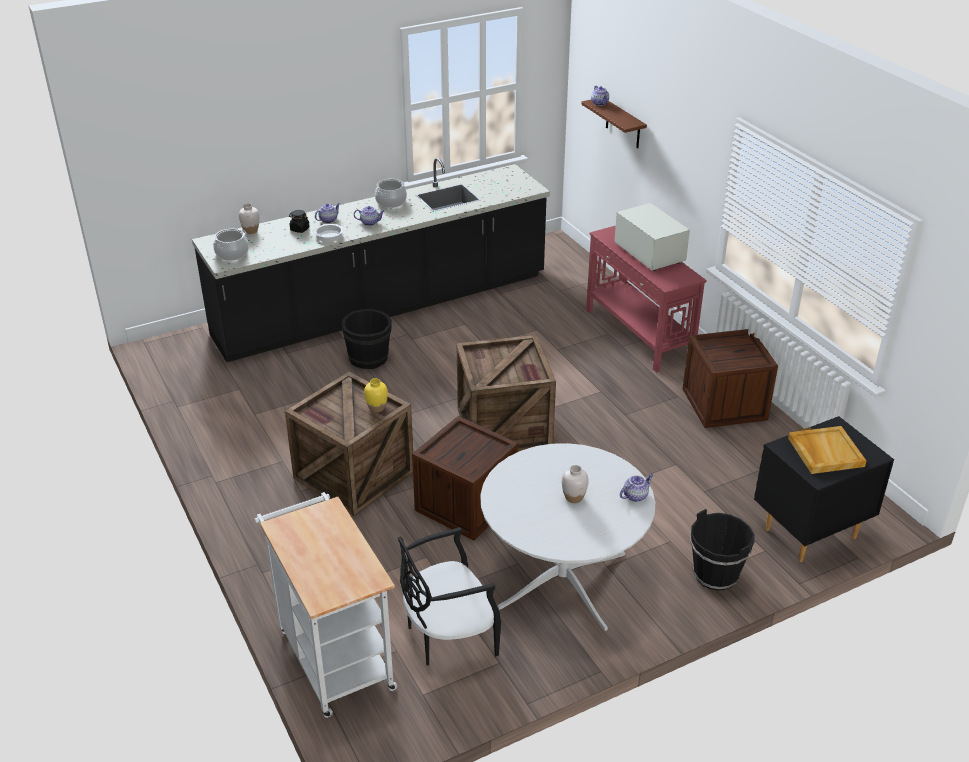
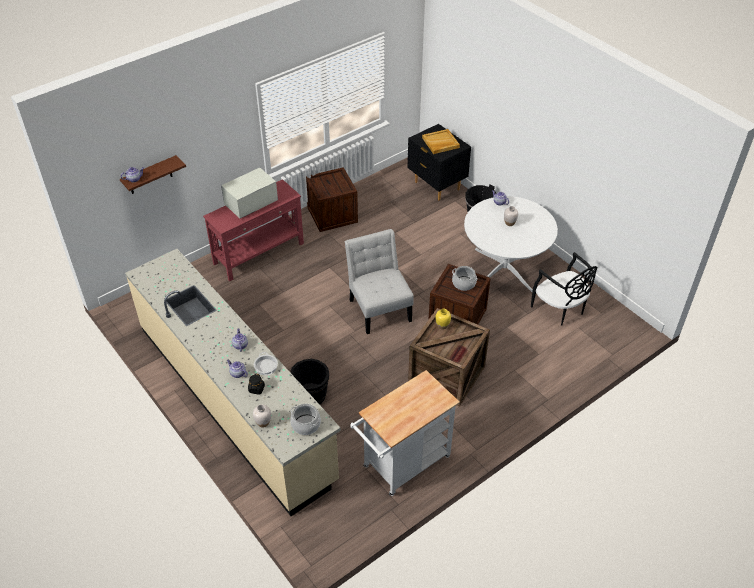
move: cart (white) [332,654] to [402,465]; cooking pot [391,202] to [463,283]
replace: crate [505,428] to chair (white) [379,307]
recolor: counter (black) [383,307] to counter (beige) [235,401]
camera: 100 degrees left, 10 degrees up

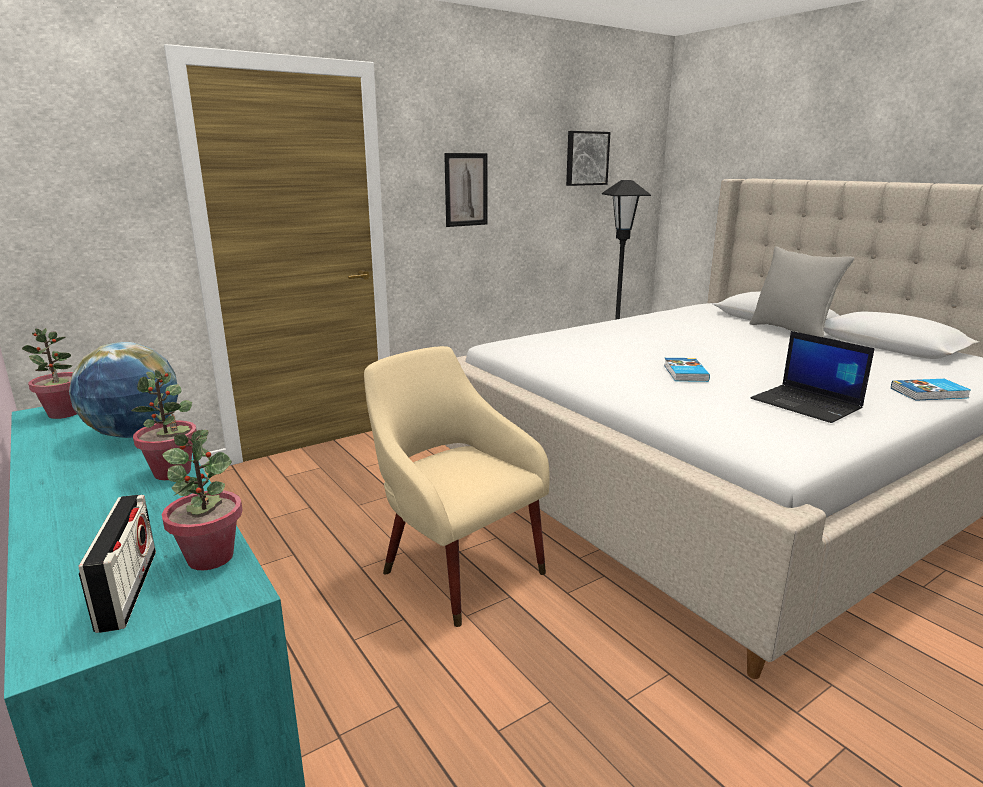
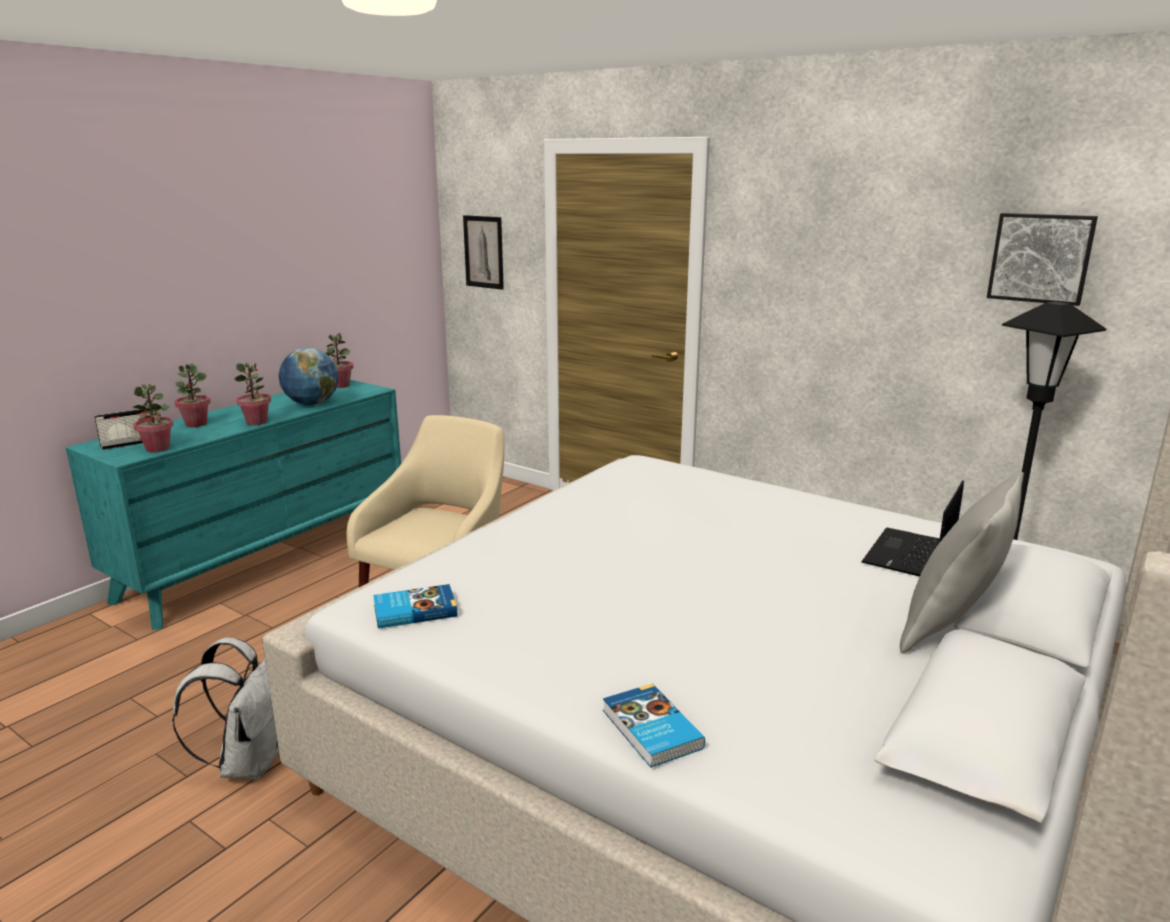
insert: backpack (white) [249,761]; potted plant [196,424]
move: book [684,373] to [414,610]; picture [466,190] to [484,252]; laptop [807,404] to [910,555]
camera: 70 degrees right, 0 degrees up

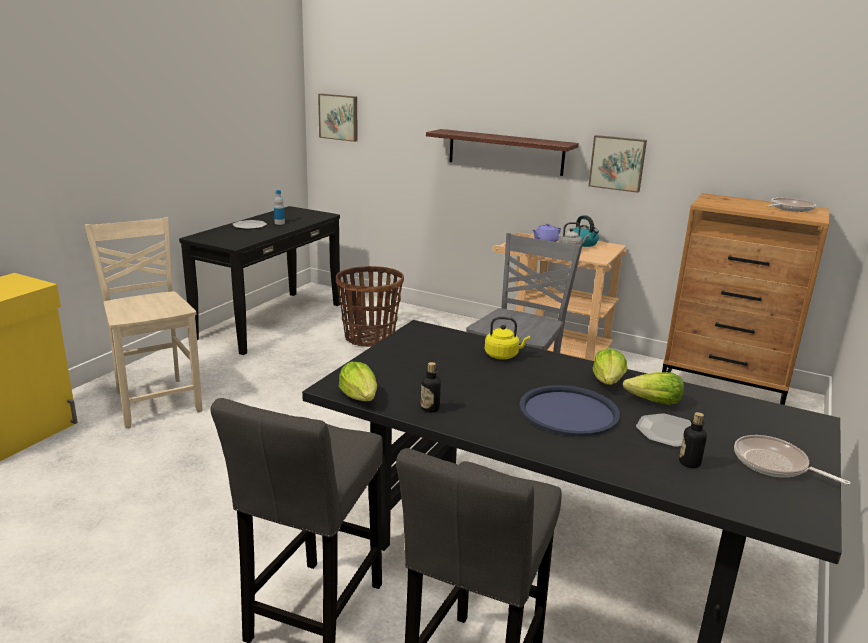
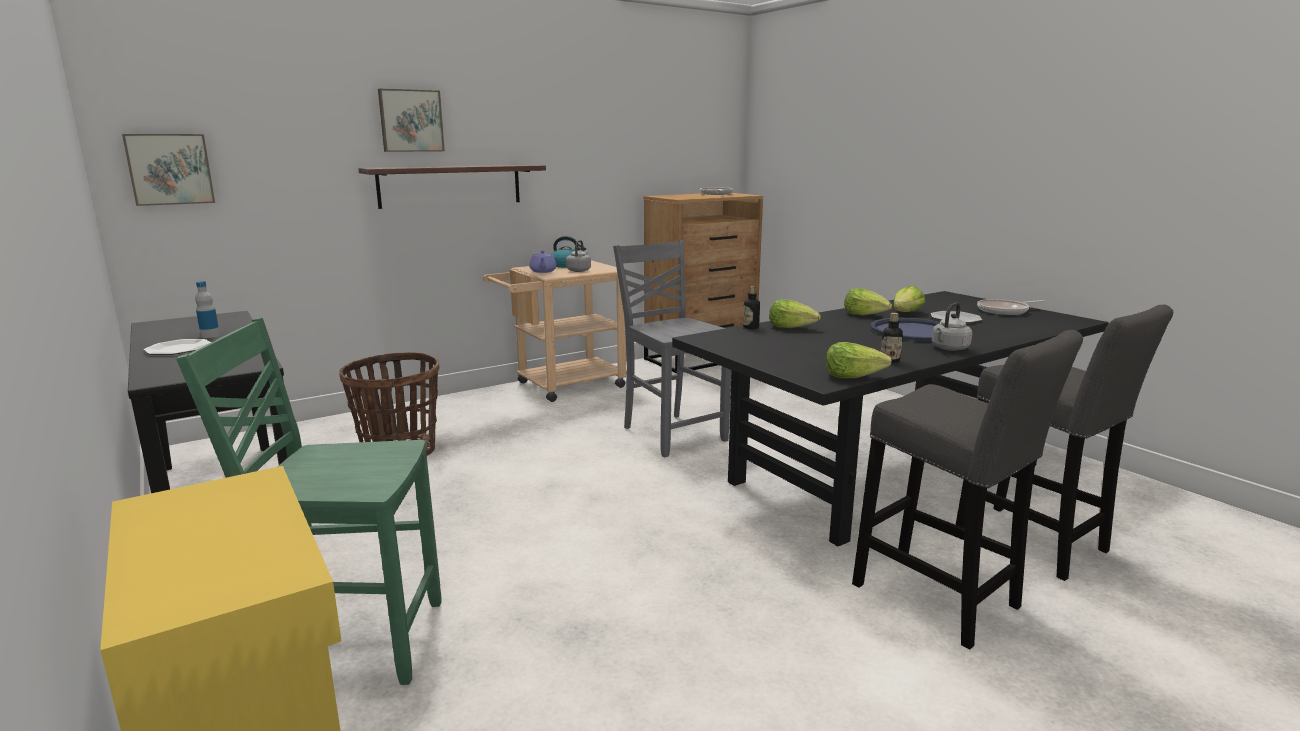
insert: kettle (grey) [949,348]
move: picture [617,163] to [411,121]; bottle [689,463] to [751,327]
replace: kettle (yellow) [503,355] to lettuce [791,327]
recolor: chair (beige) [157,401] to chair (green) [351,640]
camera: 60 degrees left, 5 degrees down

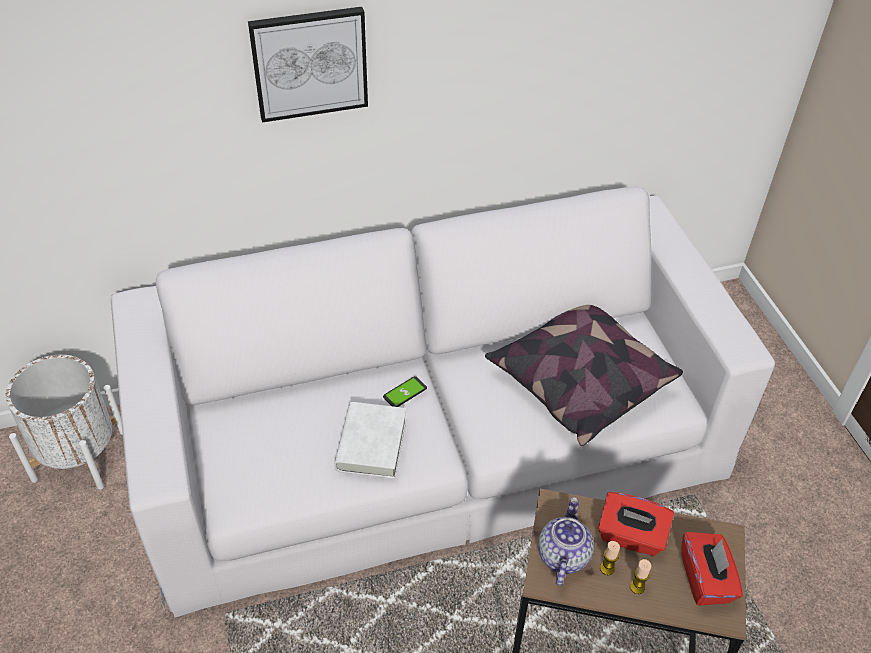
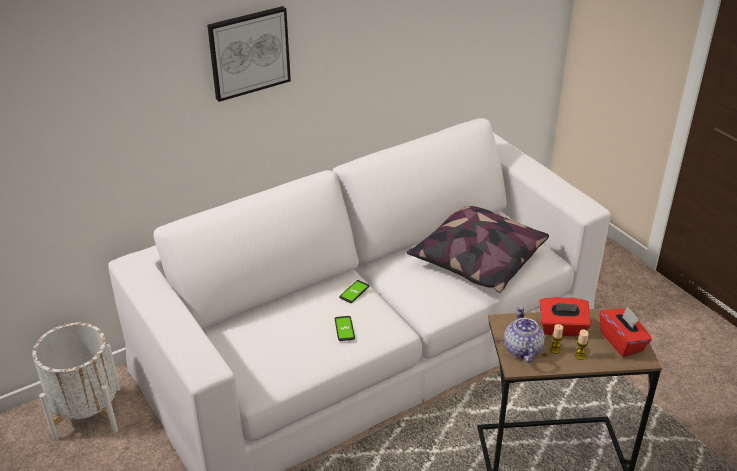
replace: book (white) [371,444] to phone [344,329]
camera: 15 degrees left, 10 degrees down

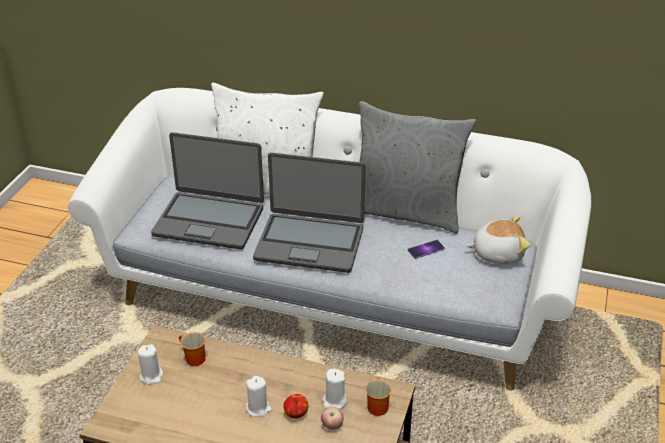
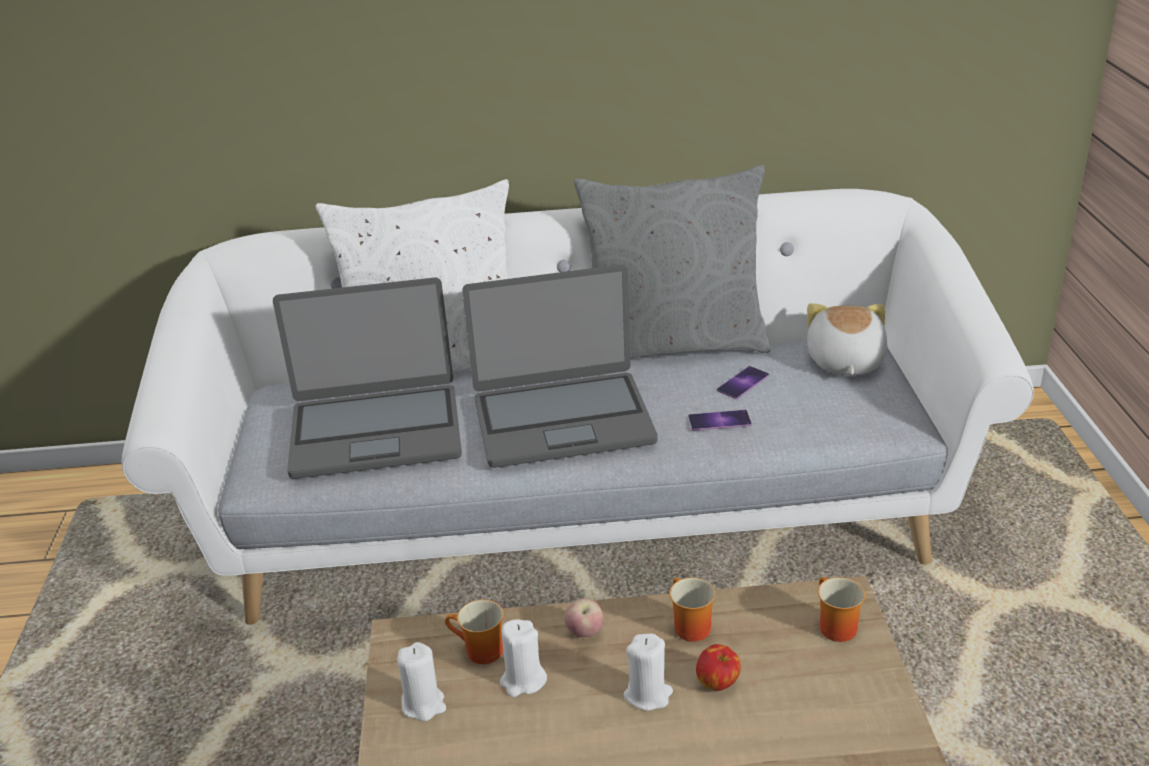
insert: mug [687,627]; phone [719,421]
move: candle (white) [334,401] to [523,680]; apple [332,426] to [585,633]
rotate: plush toy [497,253] = [844,362] 60 degrees counterclockwise
camera: 20 degrees left, 5 degrees down

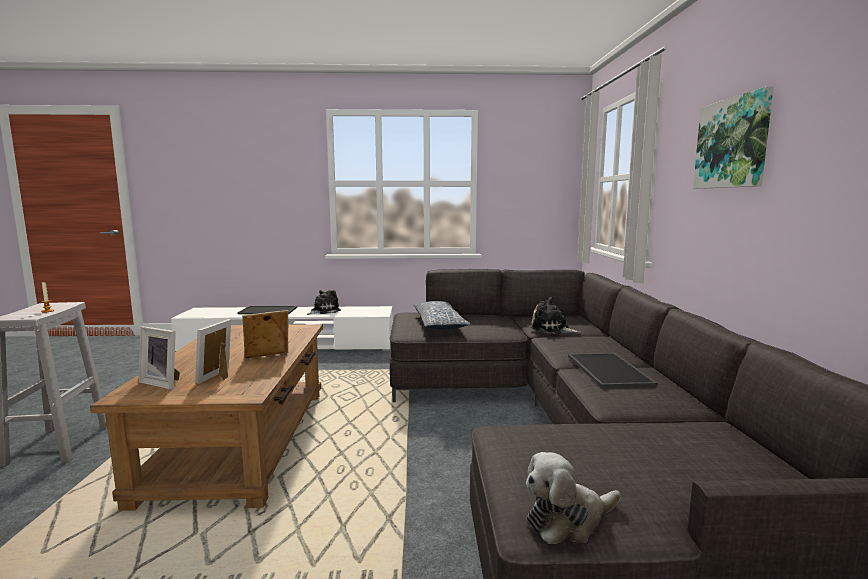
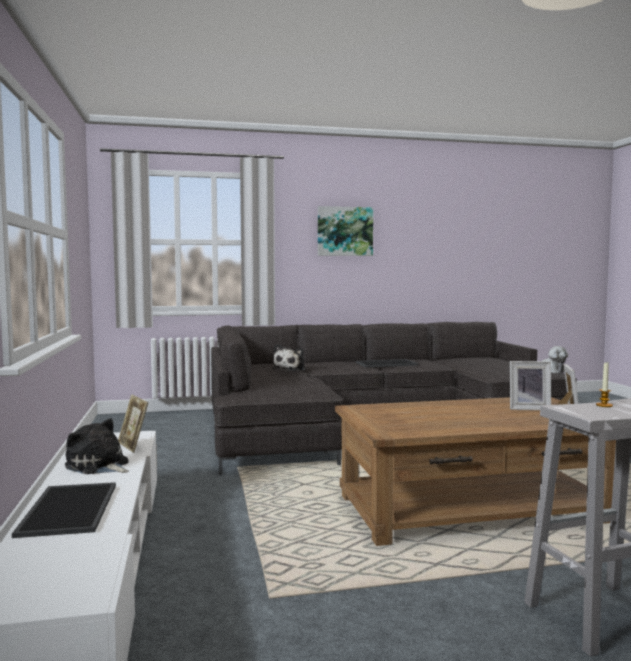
delete: pillow [439,324]
move: picture frame [267,357] to [133,446]
camera: 100 degrees left, 5 degrees down

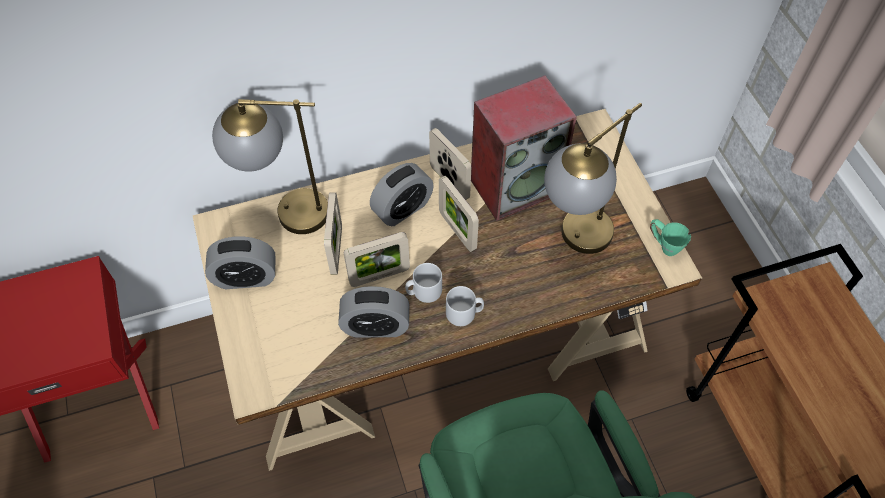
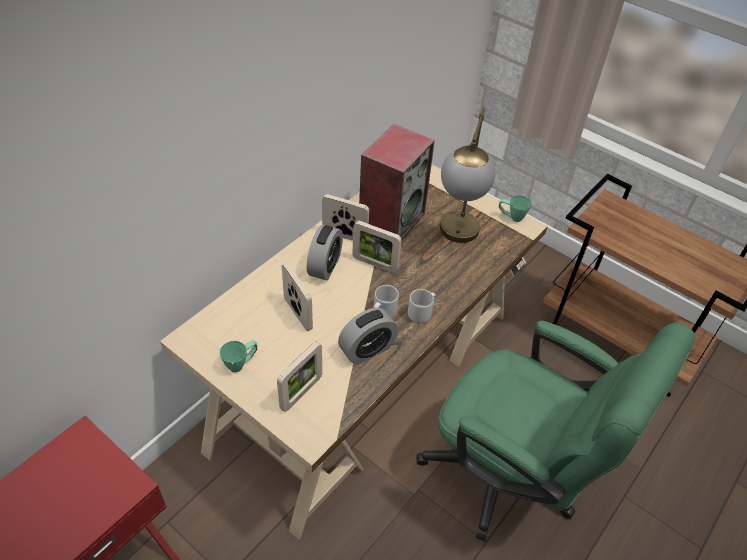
delete: table lamp [284,213]
move: picture frame [379,276] to [301,393]
replace: alarm clock [246,277] to mug (green) [241,364]
camera: 35 degrees left, 10 degrees down

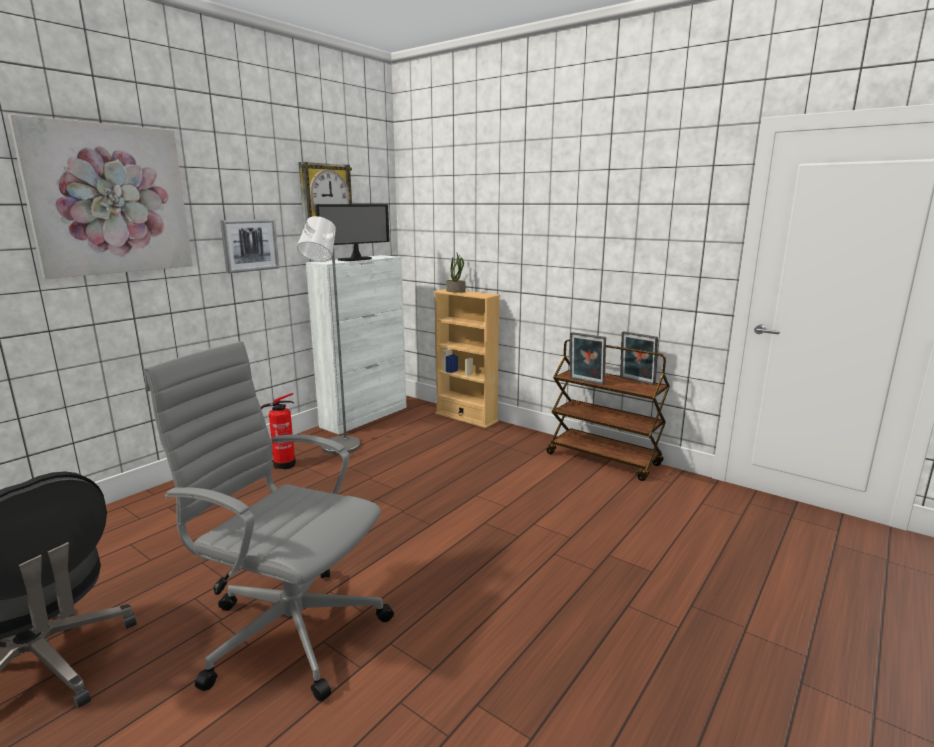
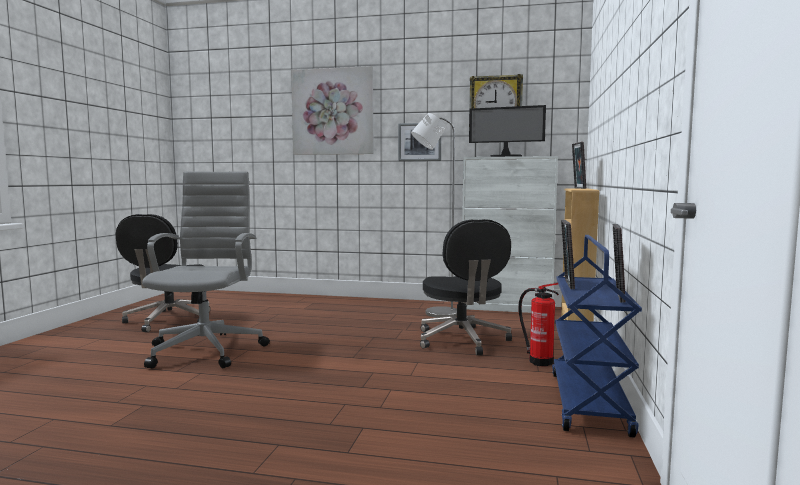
insert: office chair (black) [462,340]
move: fire extinguisher [282,465] to [539,361]
replace: potted plant [456,291] to picture frame [578,188]
recolor: cart (brown) [604,459] to cart (blue) [589,403]
camera: 65 degrees right, 10 degrees down

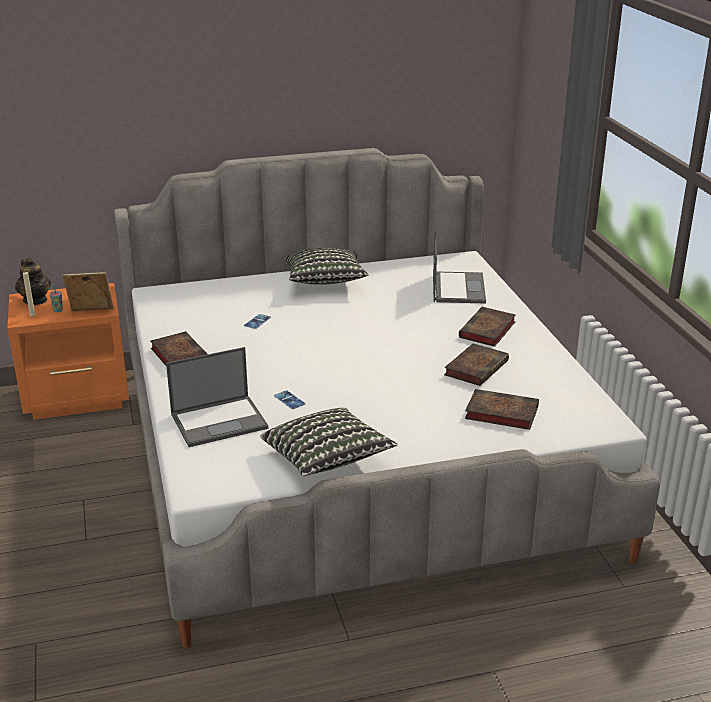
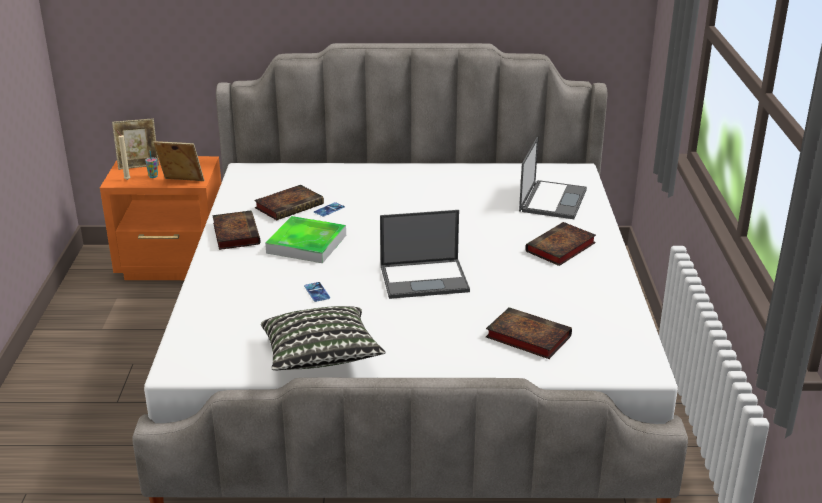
delete: pillow [325,282]
insert: tray [306,244]
move: book [476,367] to [290,206]; laptop [220,421] to [425,279]
replace: teapot [35,300] to picture frame [138,164]
camera: 15 degrees right, 0 degrees up

